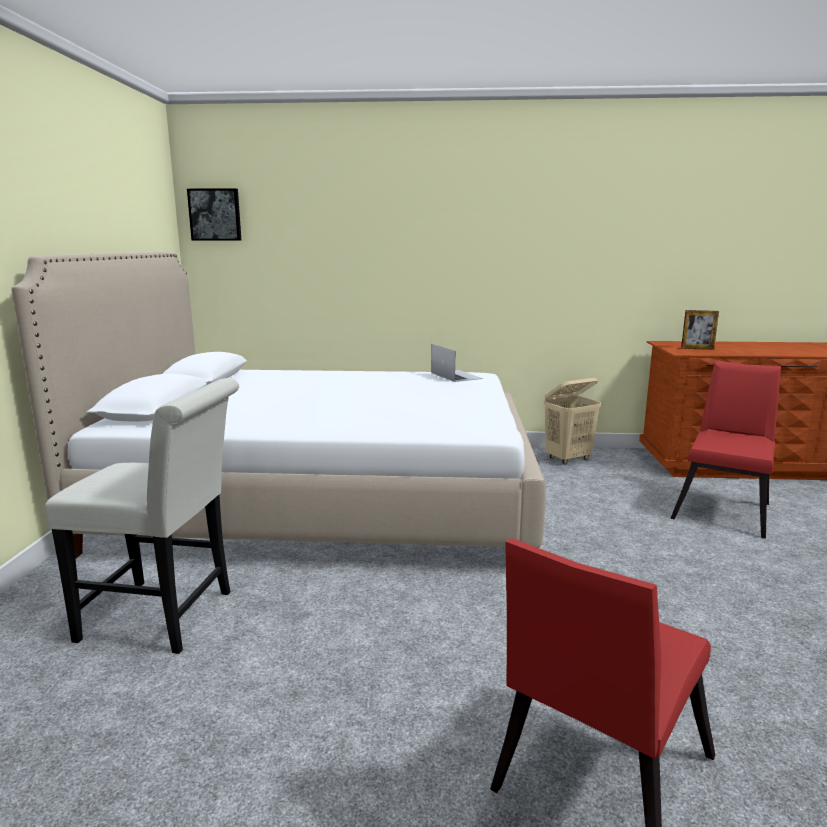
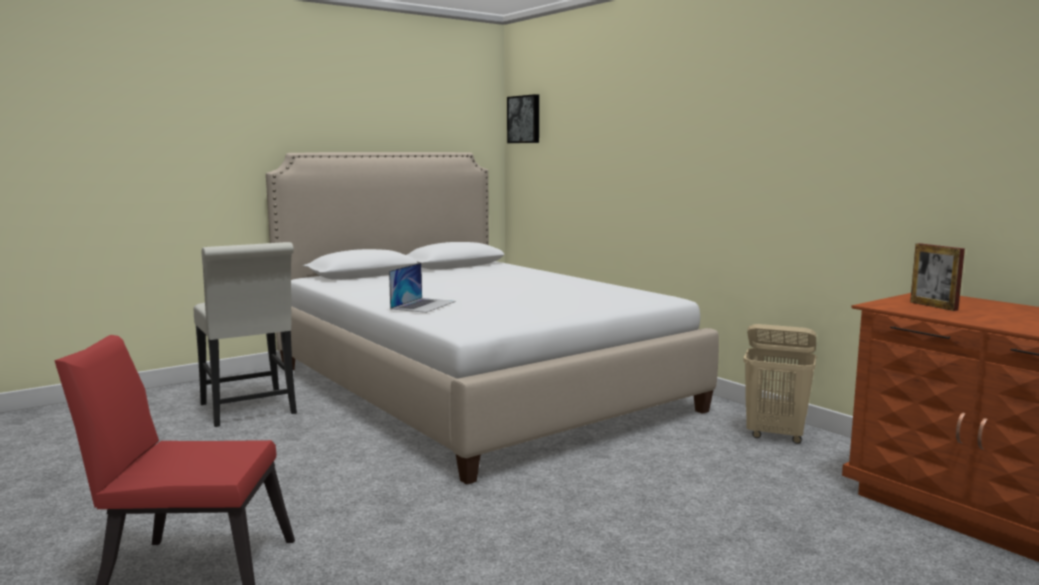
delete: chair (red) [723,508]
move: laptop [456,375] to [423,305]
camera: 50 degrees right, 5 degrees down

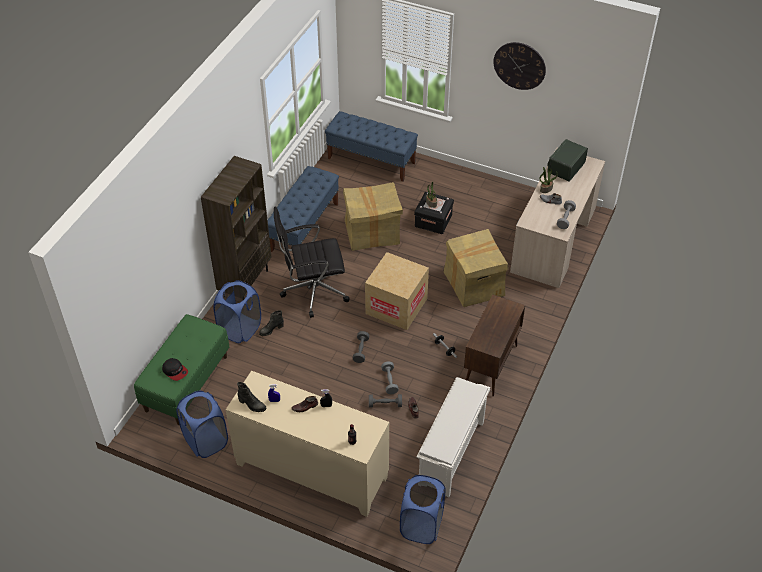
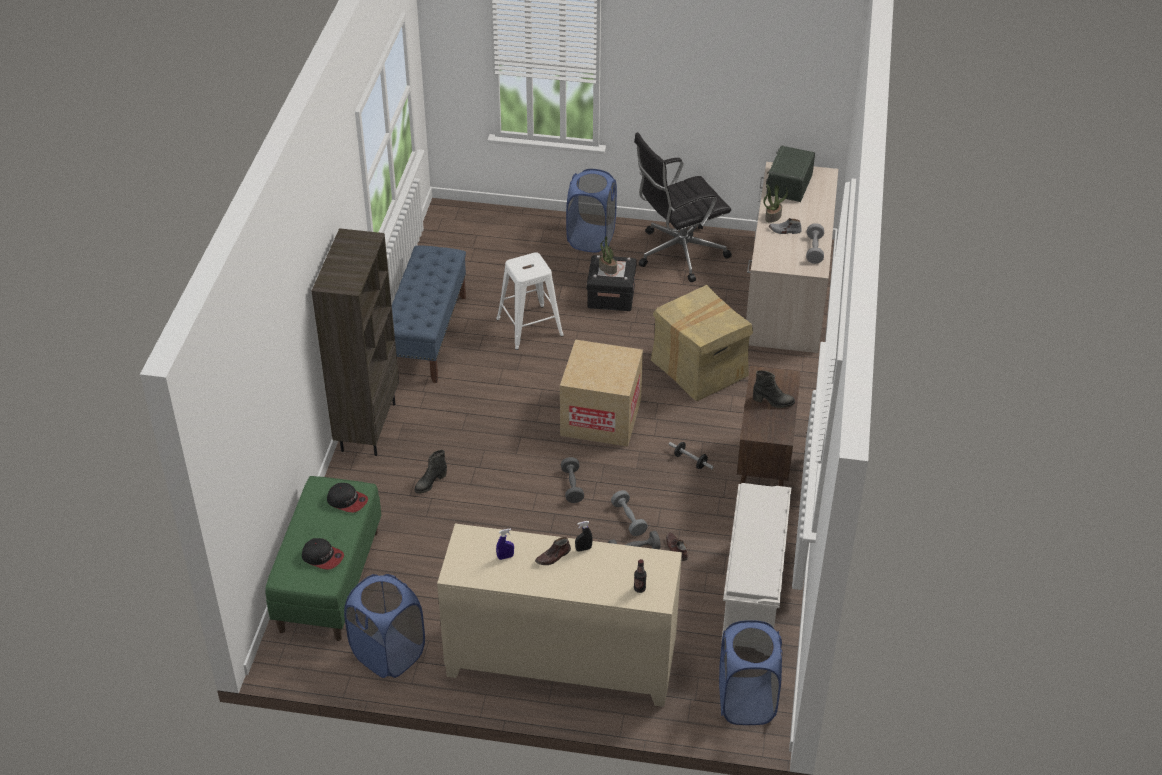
delete: bench (blue) [371,160]; wall clock [519,65]
insert: cap [347,501]
move: laundry basket (blue) [240,329] to [591,238]; office chair (black) [313,291] to [678,253]; boot (black) [252,405] to [773,402]
replace: cardboard box [372,233] to stool (white) [530,326]
camera: 15 degrees left, 5 degrees down

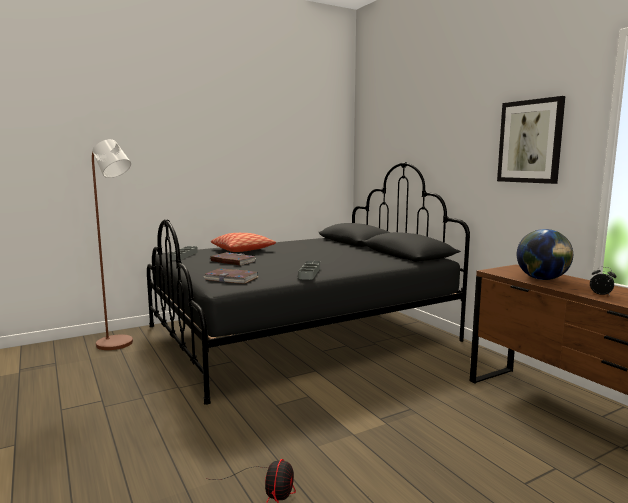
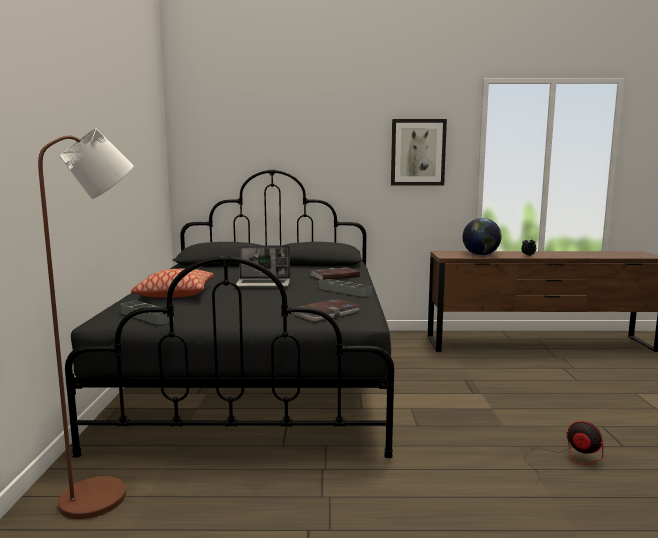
insert: laptop [264,284]
move: book [232,261] to [335,276]
camera: 60 degrees left, 0 degrees up

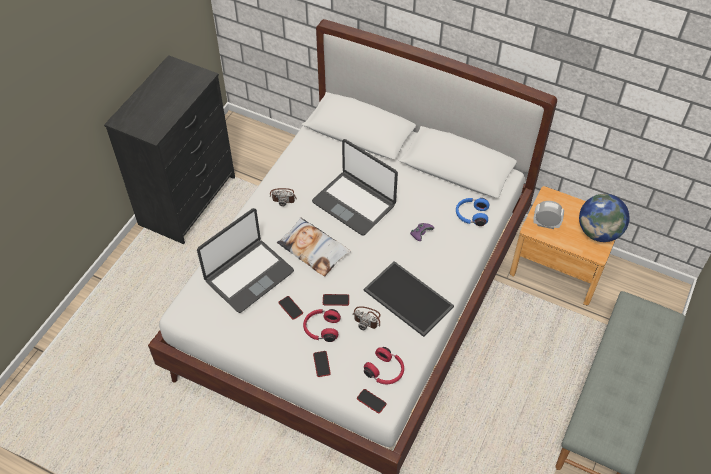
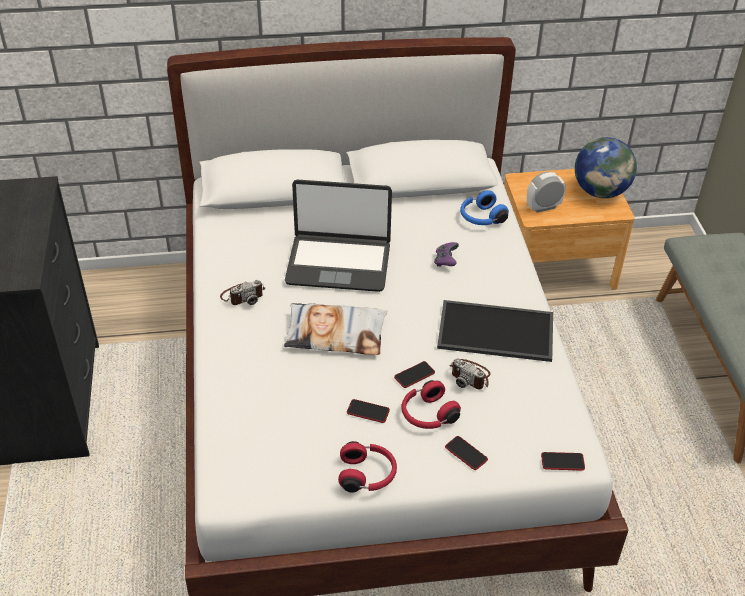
delete: laptop [248,275]
move: headphones (red) [385,371] to [367,475]
rotate: photo camera [367,318] = [470,376] 45 degrees clockwise
camera: 35 degrees left, 10 degrees down

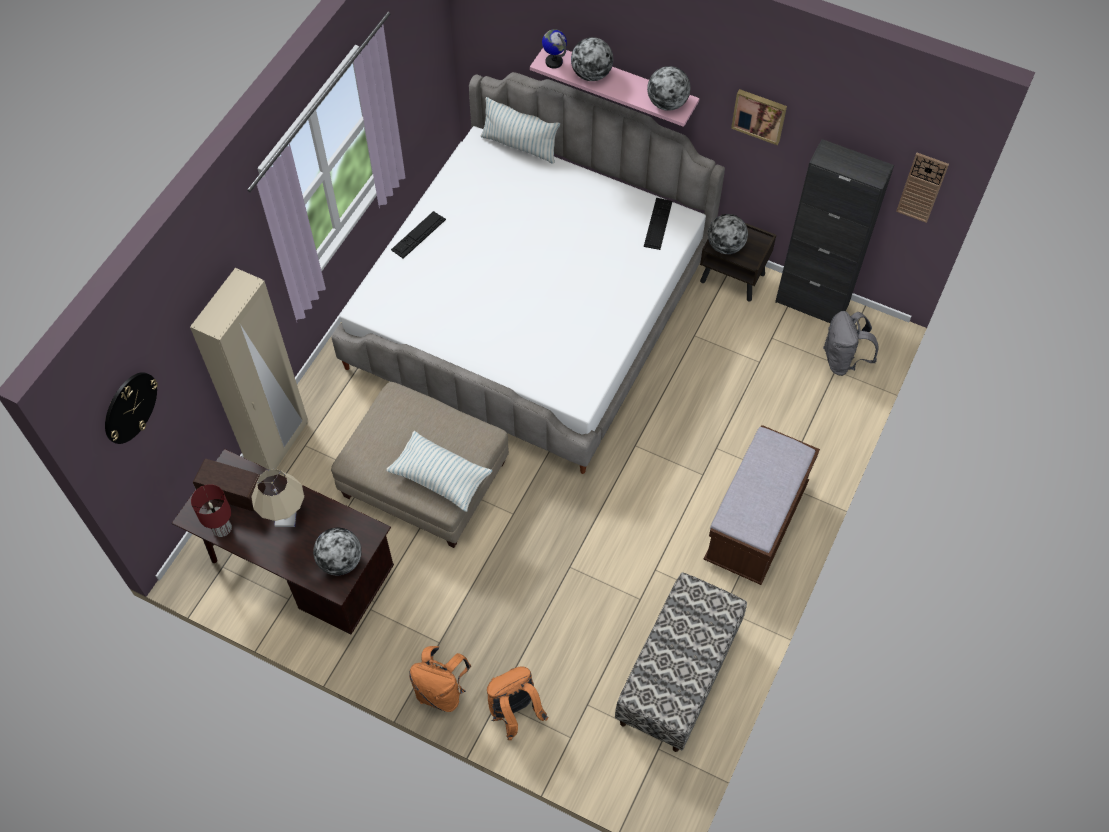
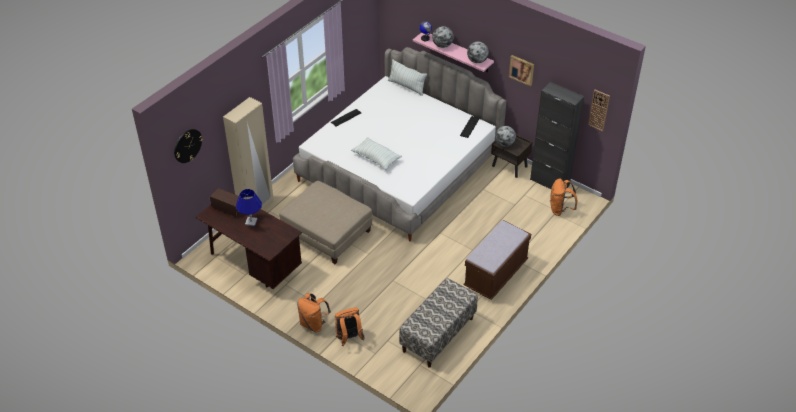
delete: table lamp (red) [222,528]; globe [340,561]
move: pillow [440,477] to [376,158]
recolor: table lamp (beige) [286,518] to table lamp (blue) [251,222]; backpack (grey) [843,360] to backpack (orange) [560,209]
camera: 10 degrees right, 15 degrees down

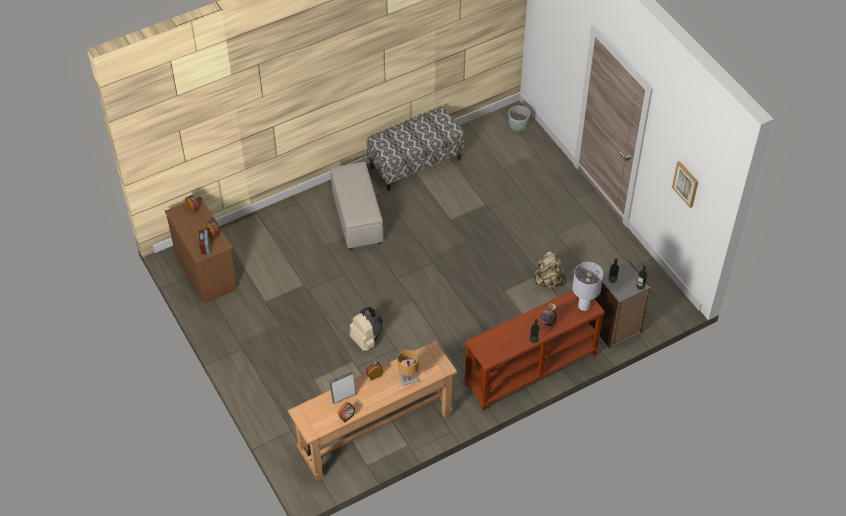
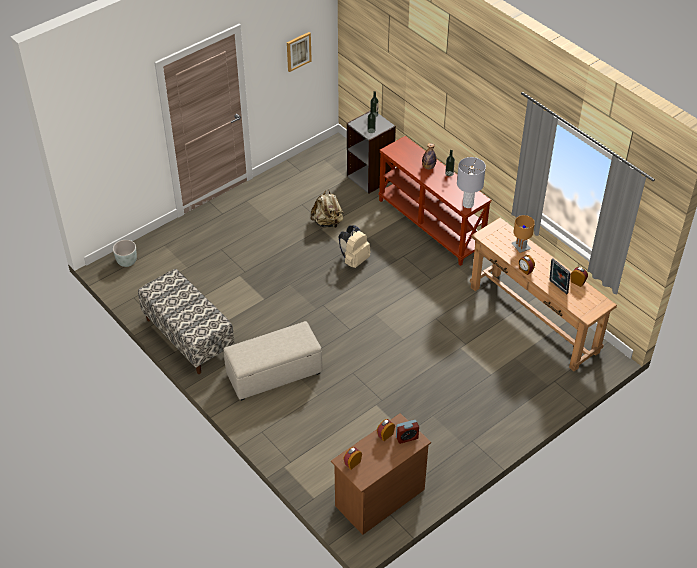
move: backpack (beige) [366,340] to [354,260]; table lamp (grey) [583,306] to [468,204]
camera: 100 degrees left, 5 degrees down

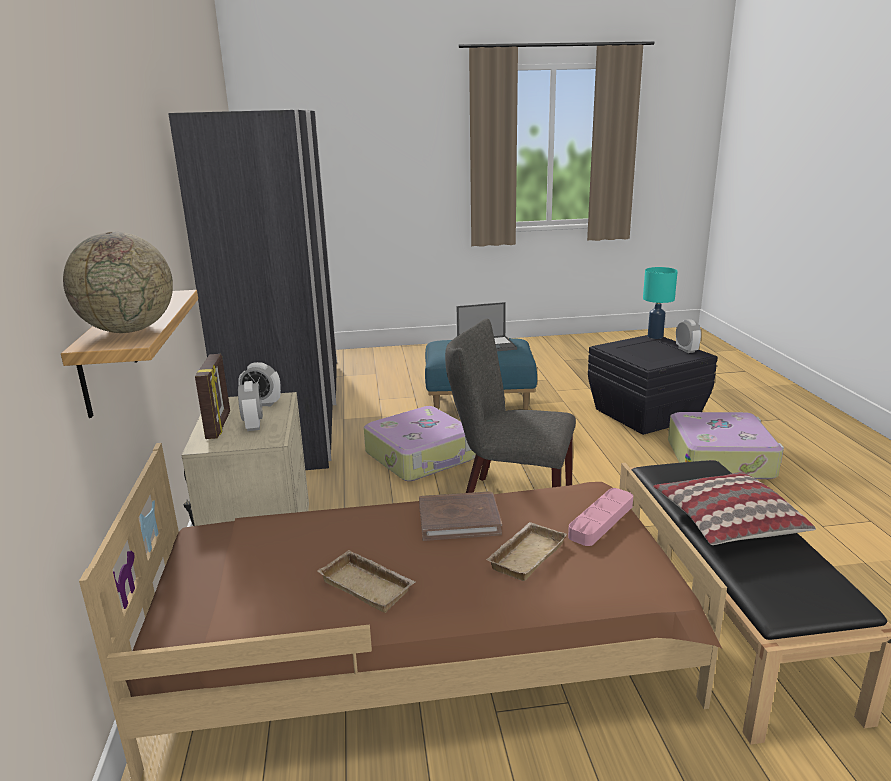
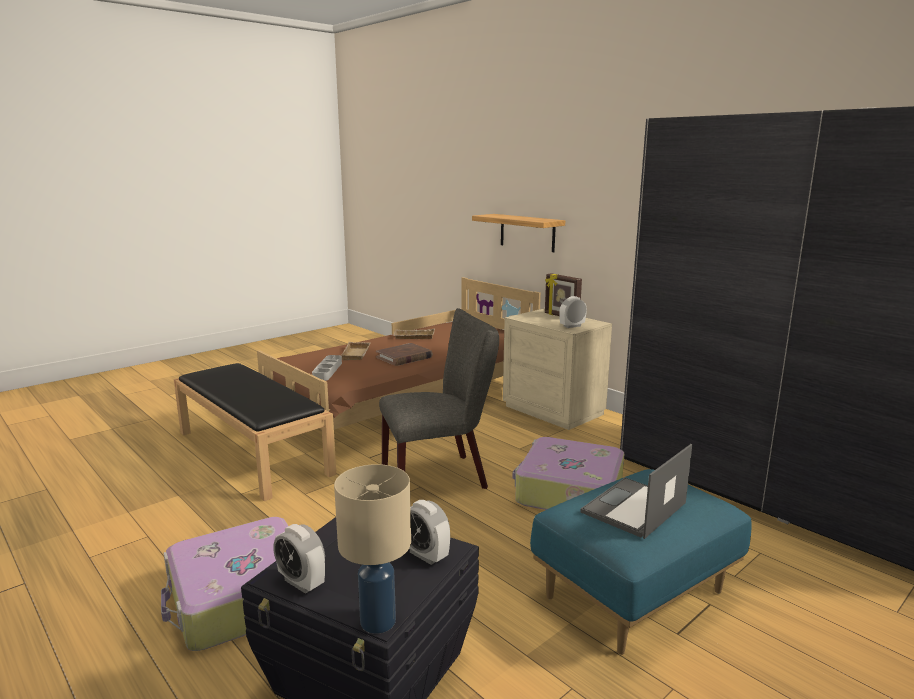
delete: globe [129,330]; pillow [727,522]
move: alarm clock [253,425] to [425,555]
recolor: tray (pink) [601,521] to tray (grey) [327,371]; table lamp (turquoise) [654,336] to table lamp (beige) [379,621]
camera: 145 degrees right, 5 degrees down

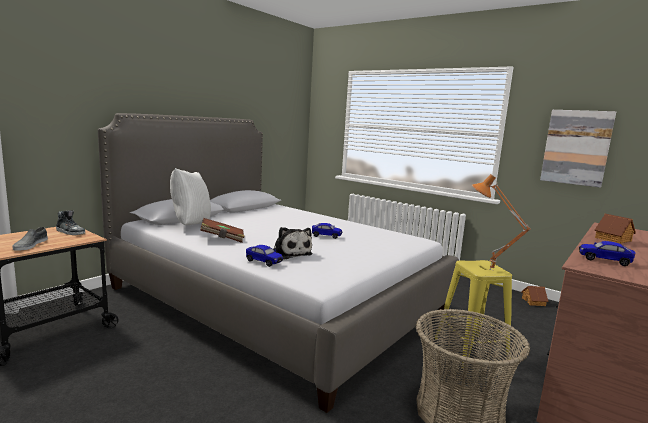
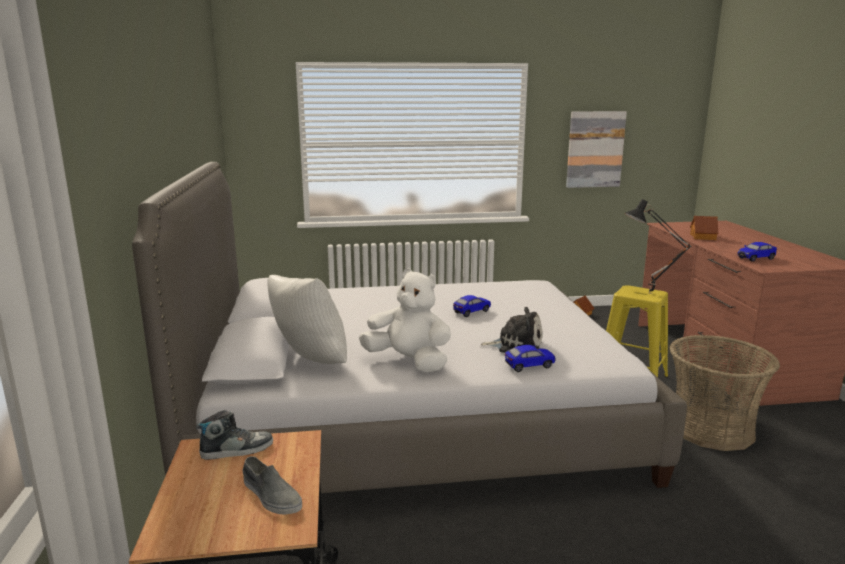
replace: book (brown) [222,239] to plush toy (white) [409,362]
recolor: table lamp (orange) [490,270] to table lamp (black) [650,294]
camera: 45 degrees left, 5 degrees up

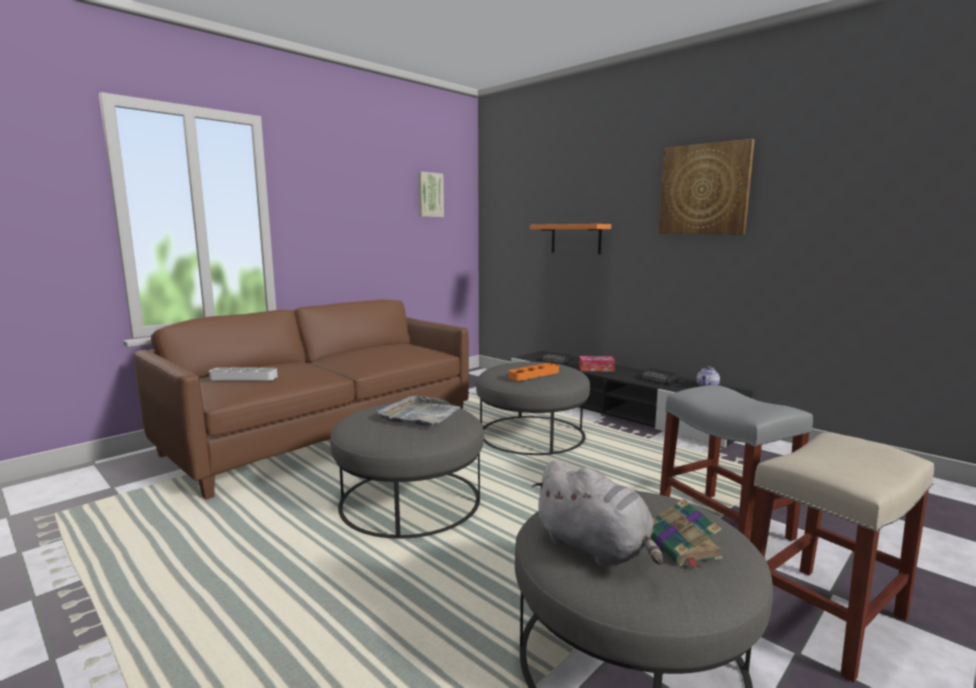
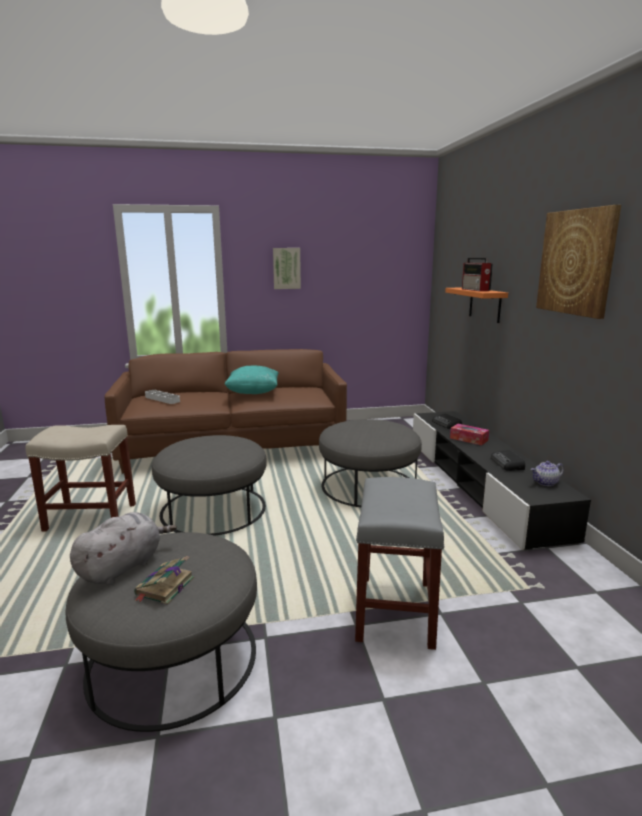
delete: tray (grey) [420,415]; tray (orange) [534,375]
insert: pillow (turquoise) [253,393]; radio [475,290]
move: stool (beige) [824,619] to [89,517]; picture [429,195] to [286,268]
rotate: plush toy (grey) [595,548] = [123,567] 135 degrees counterclockwise
camera: 35 degrees right, 5 degrees up

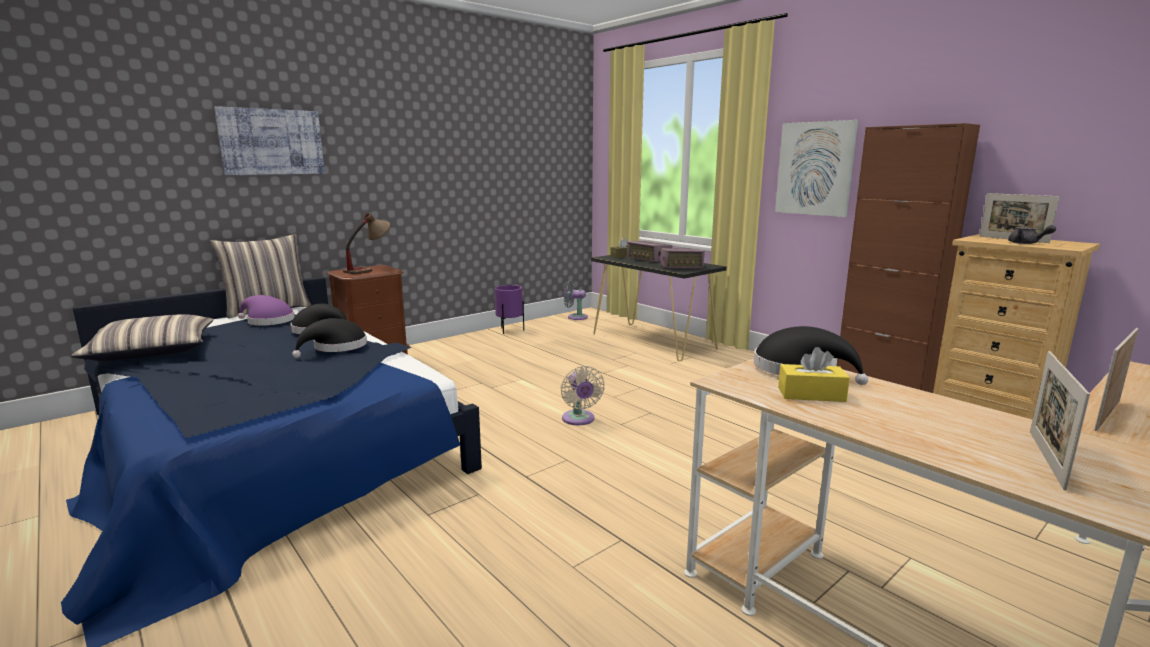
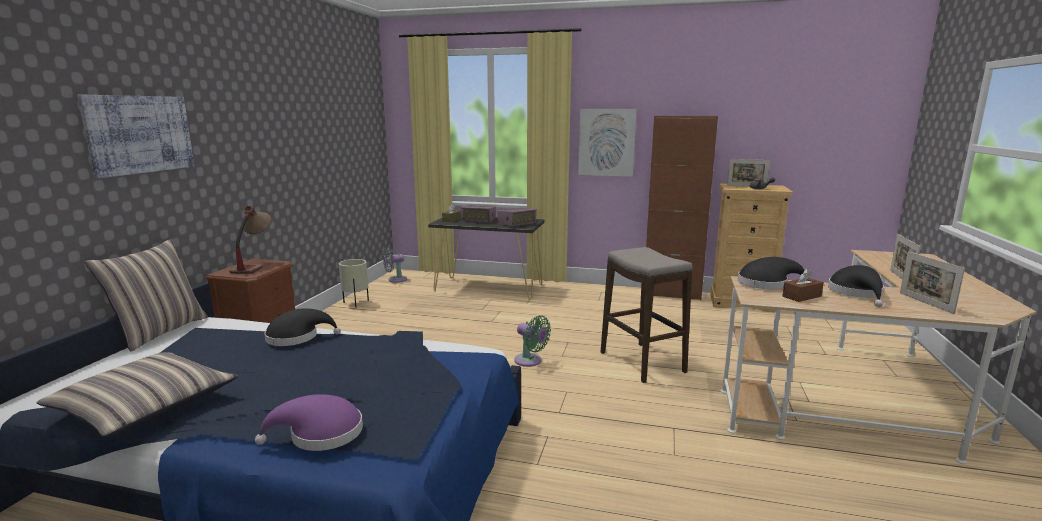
insert: stool [642,362]
move: hat (purple) [268,321] to [320,435]; hat (black) [336,347] to [857,293]
recolor: planter (purple) [510,331] to planter (beige) [356,304]; fan (beige) [579,420] to fan (green) [530,361]; tissue box (yellow) [811,394] to tissue box (brown) [801,296]
camera: 35 degrees left, 0 degrees up

